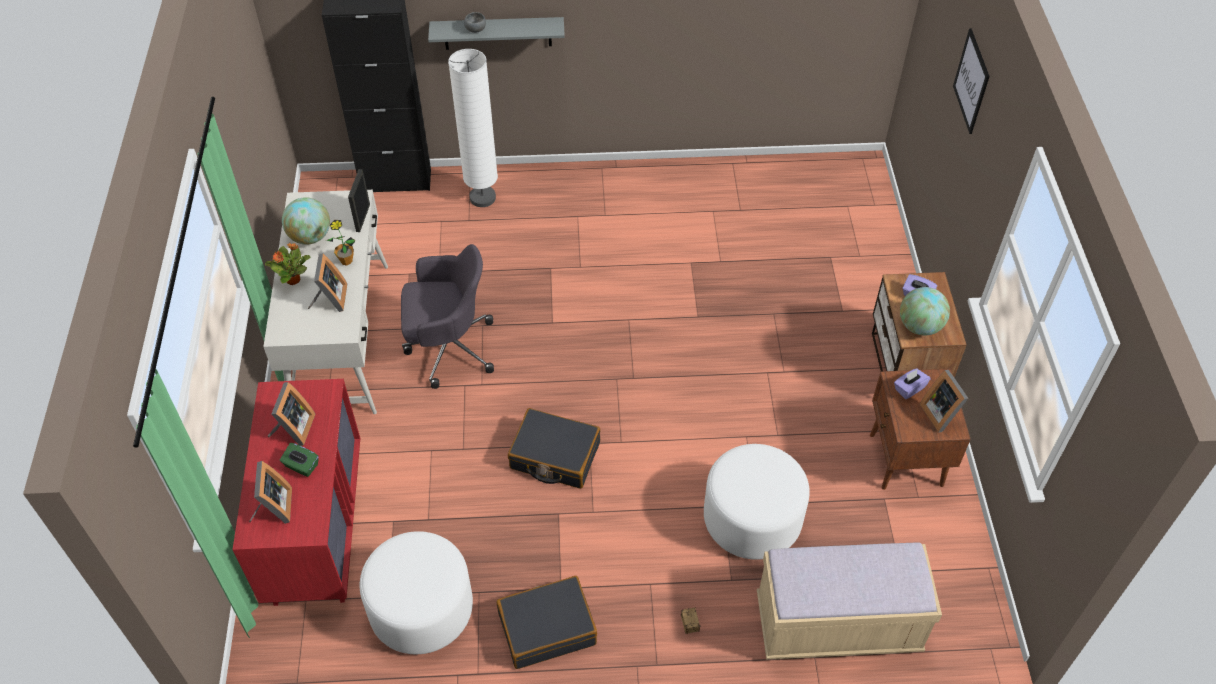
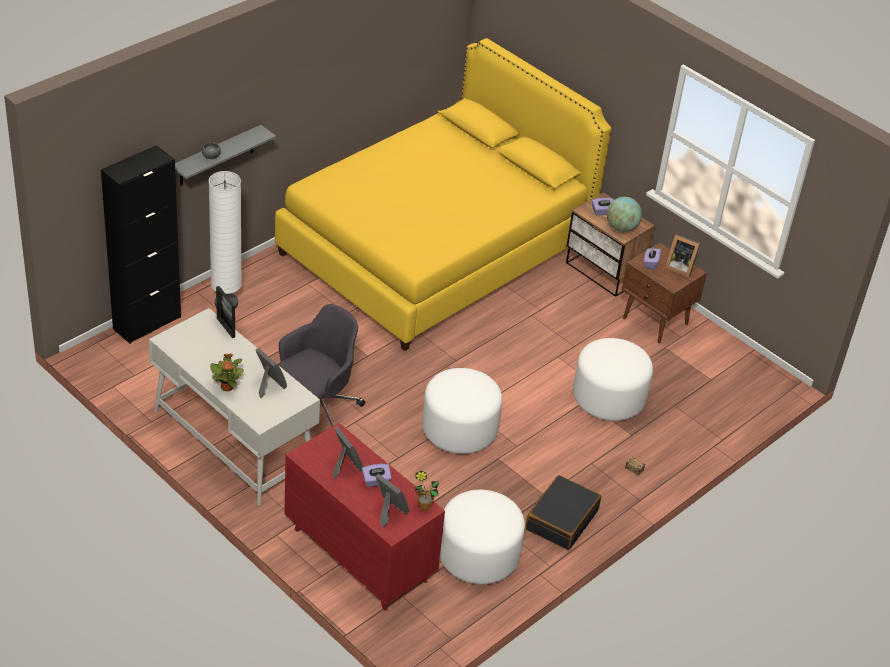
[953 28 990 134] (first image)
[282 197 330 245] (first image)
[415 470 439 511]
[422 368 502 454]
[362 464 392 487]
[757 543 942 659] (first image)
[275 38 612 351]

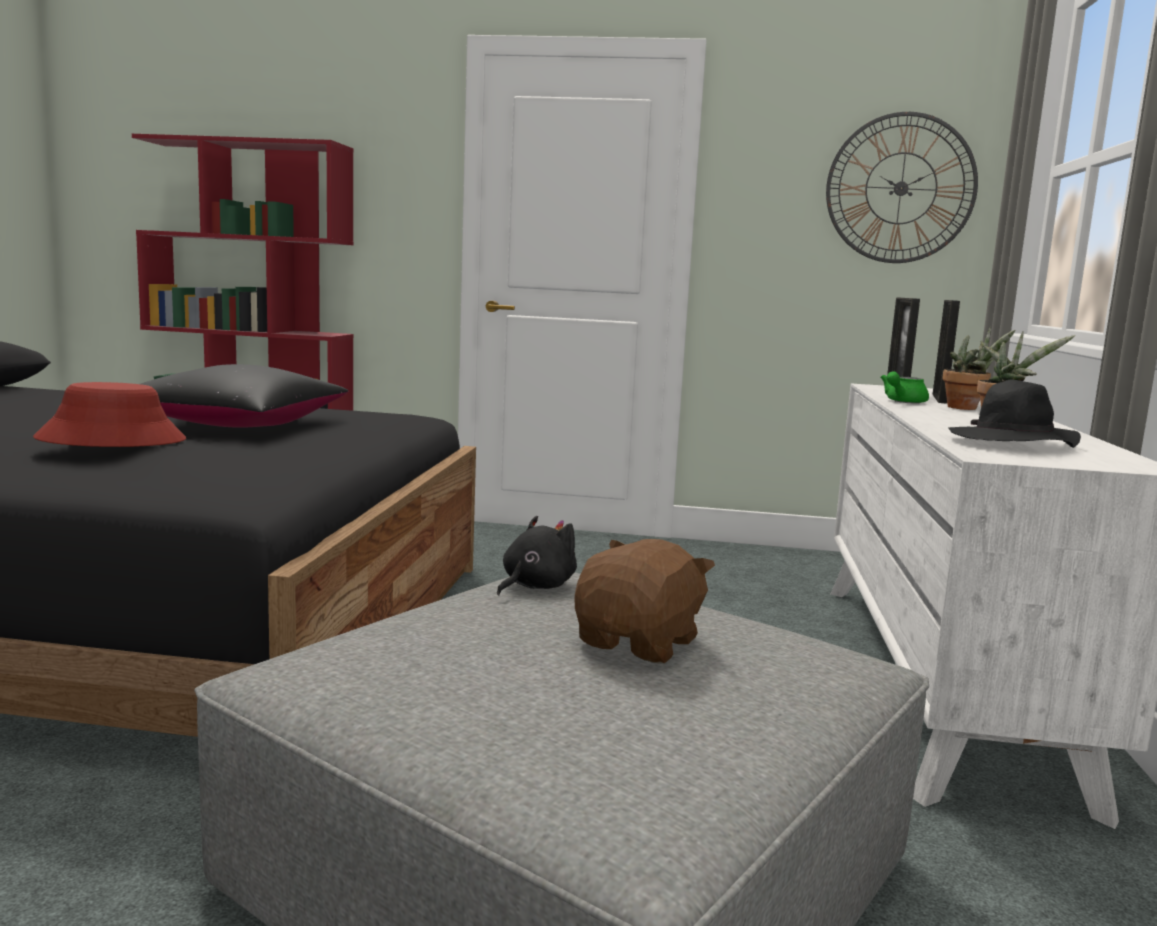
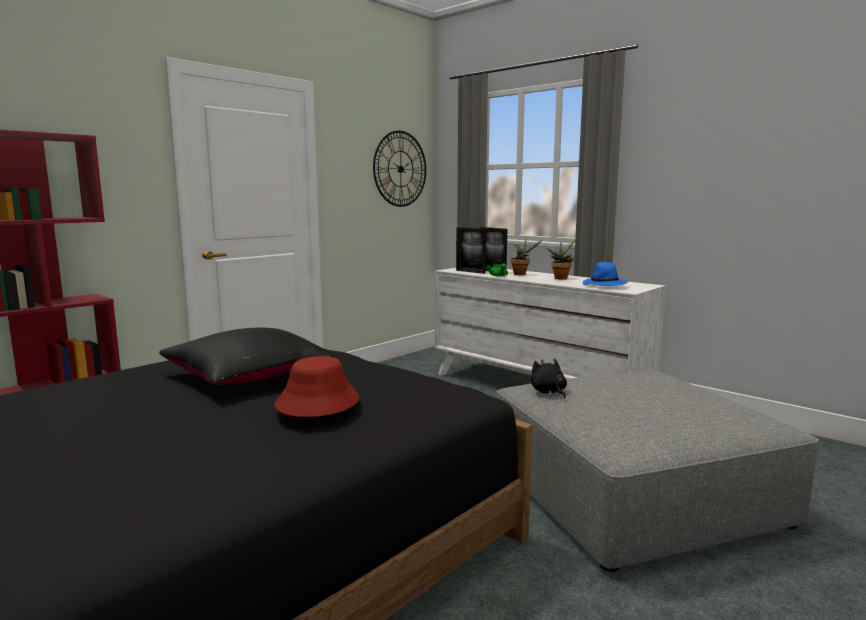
[583 262 629 286]
[575 539 715 663] (first image)

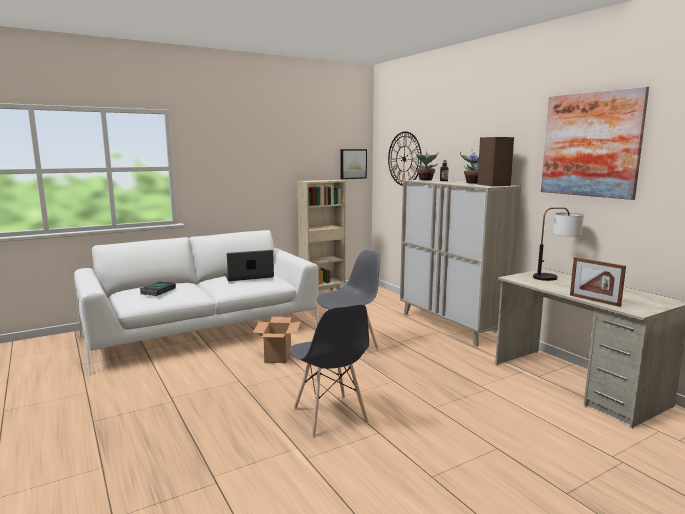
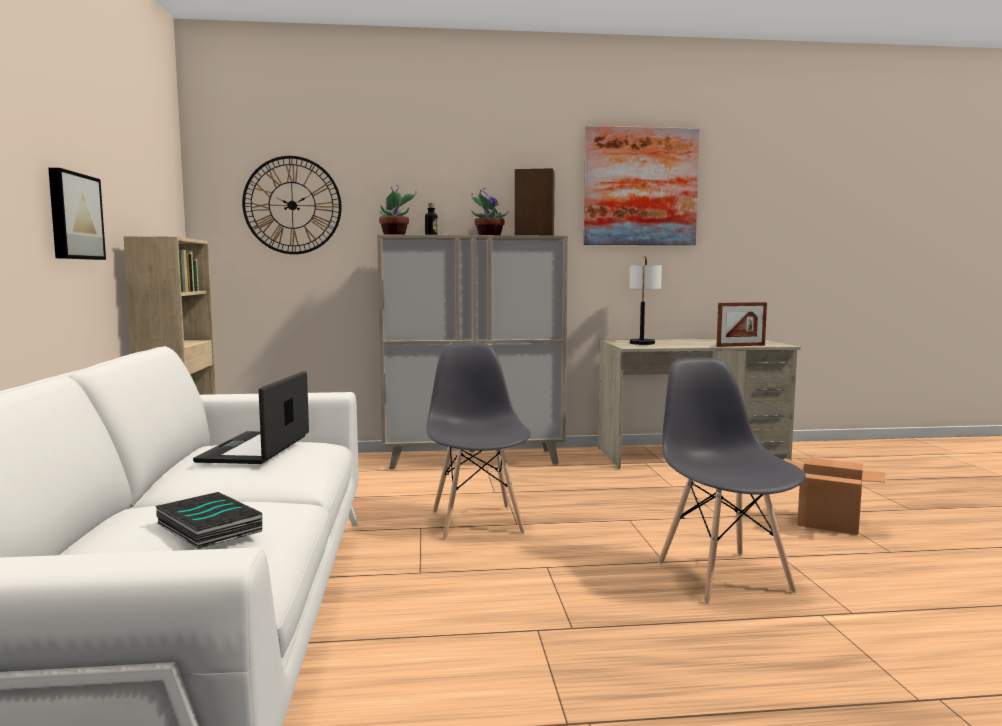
[48 168 106 260]
[658 358 806 604]
[784 457 885 535]

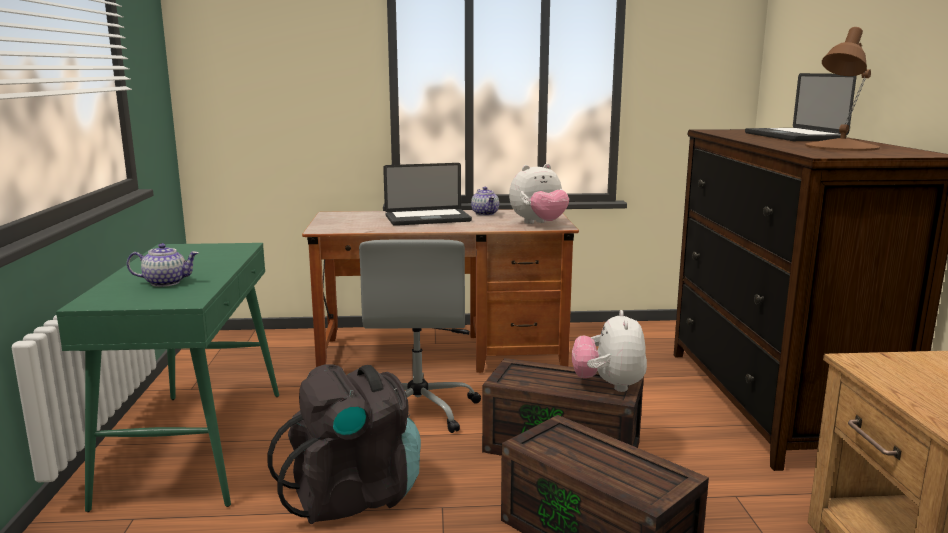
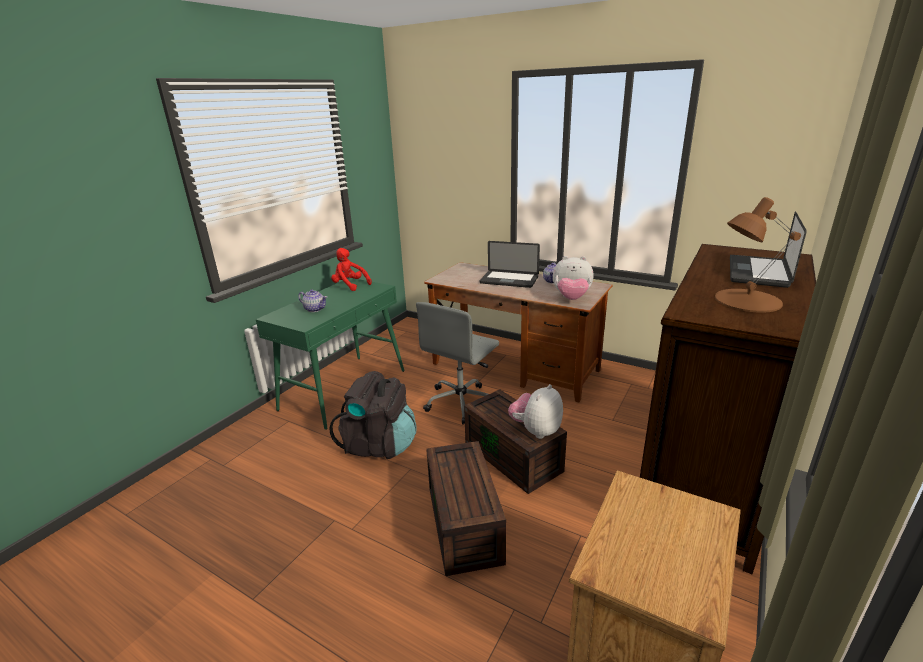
[331 248 372 291]

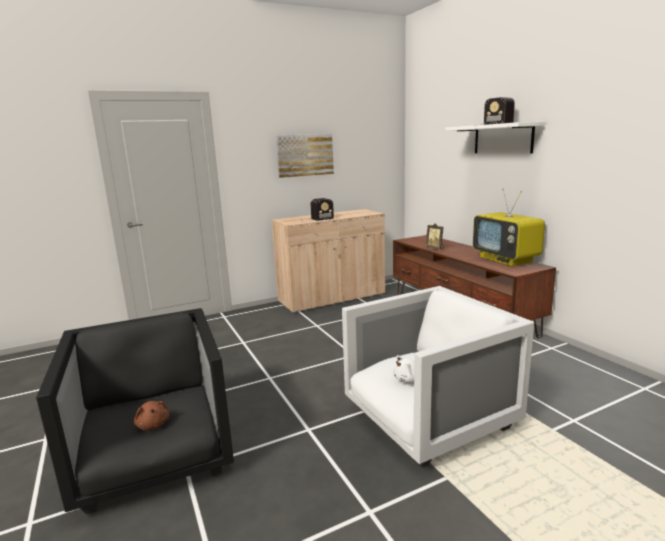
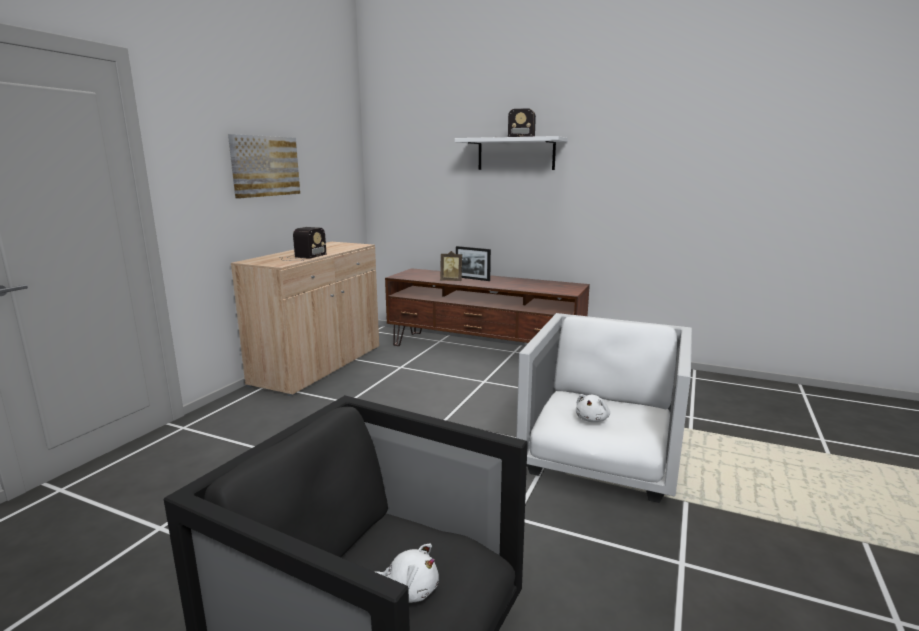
[473 189 545 266] (first image)
[374 544 439 603]
[456 246 491 281]

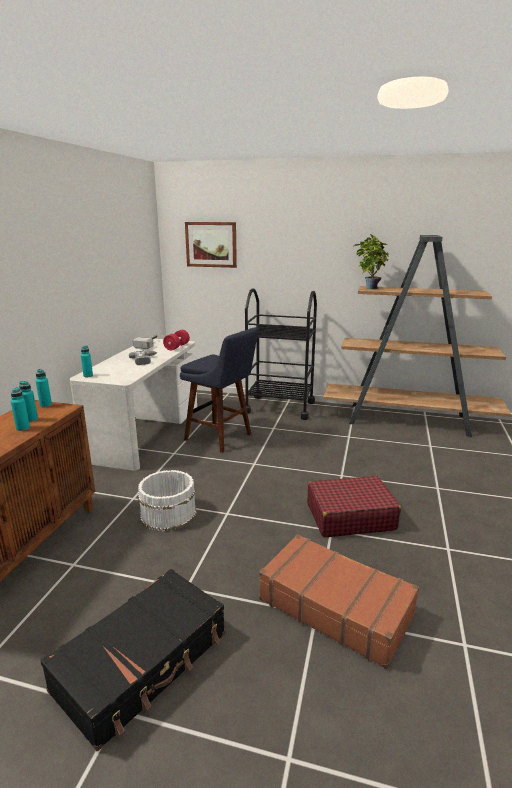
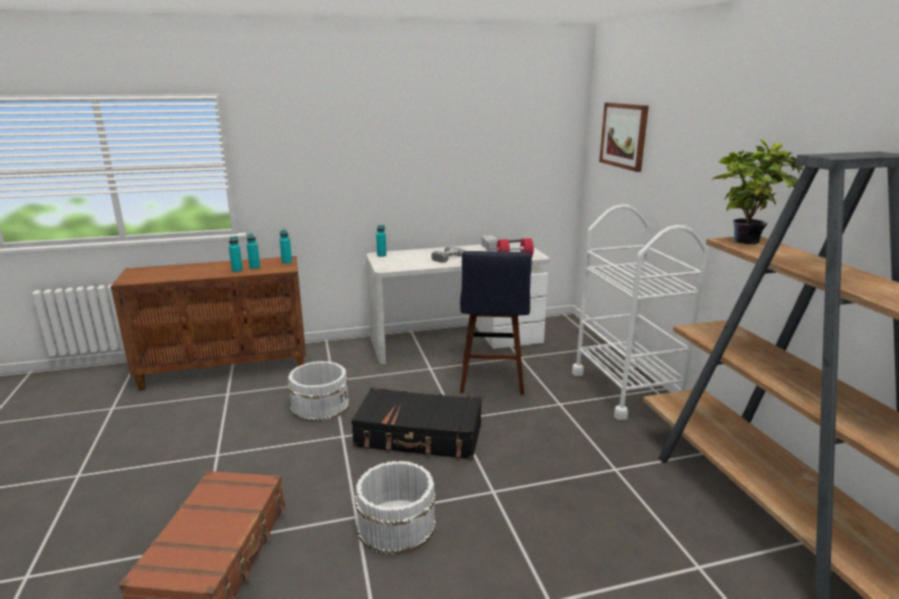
[572 204 708 420]
[355 461 436 555]
[351 387 482 460]

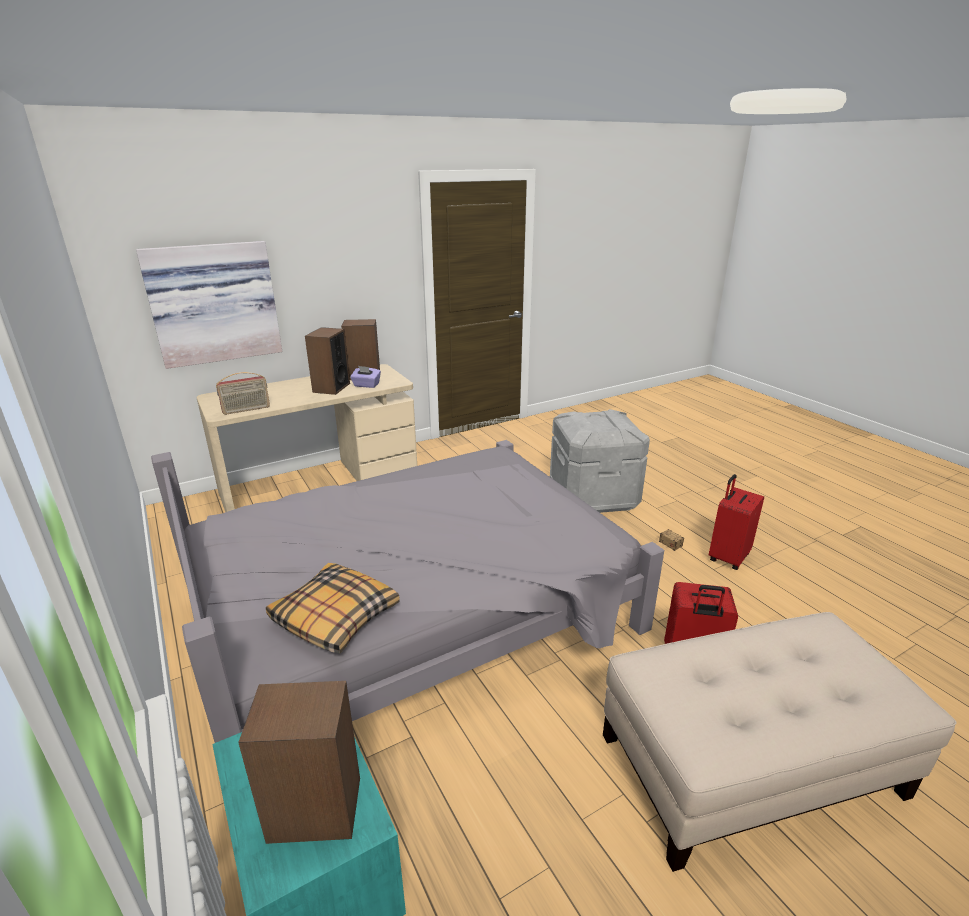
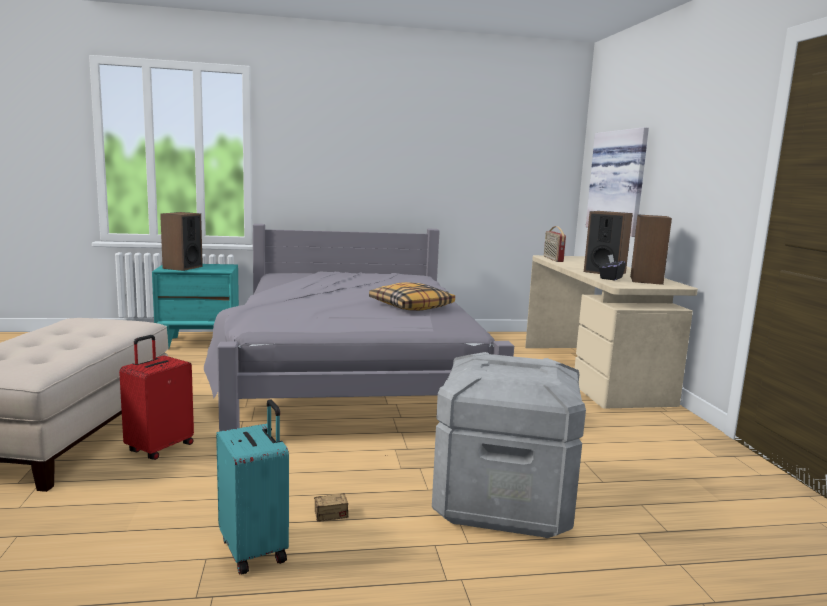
[599 254 626 280]
[216 399 289 574]
[369 282 455 311]

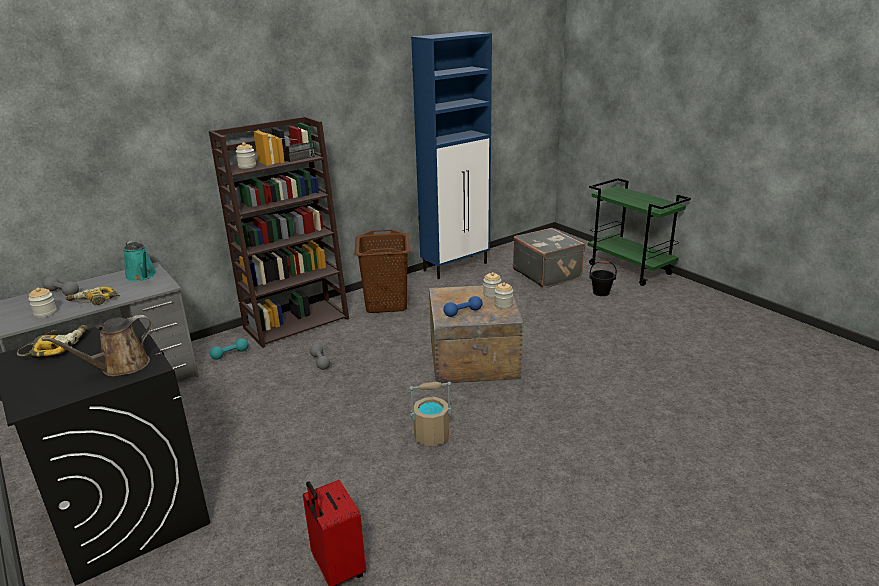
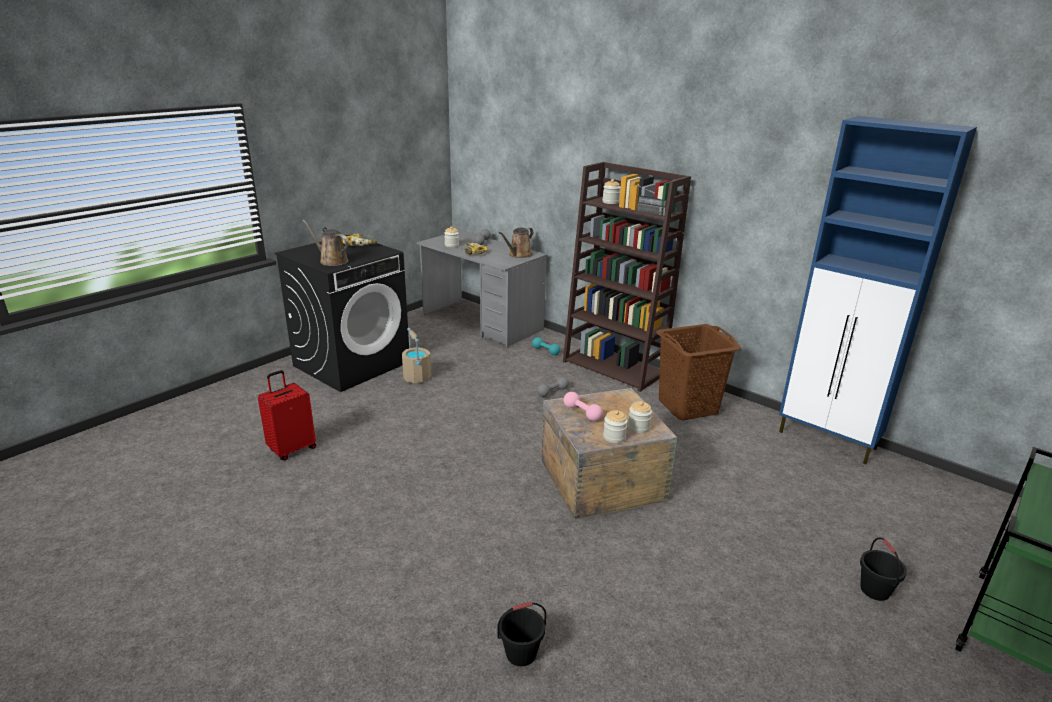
[513 228 585 288] (first image)
[499 227 533 258]
[564 392 603 421]
[402 328 432 383]
[497 602 546 666]

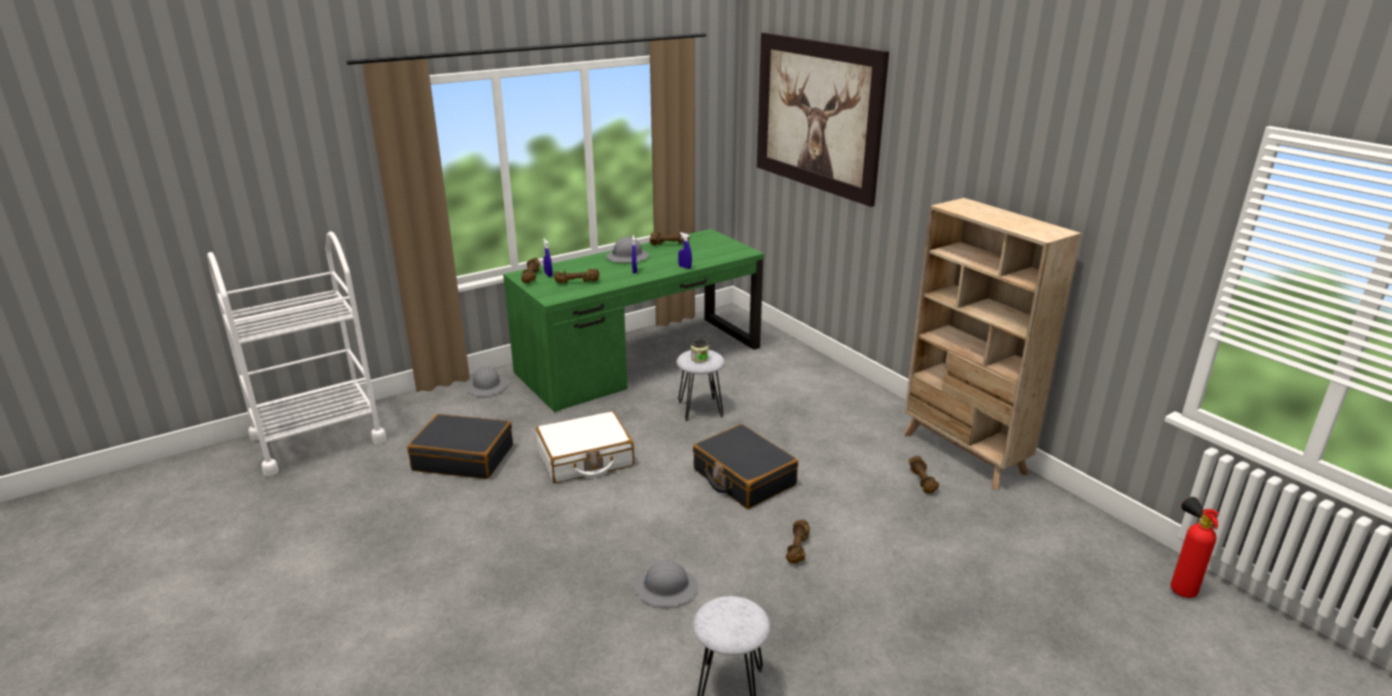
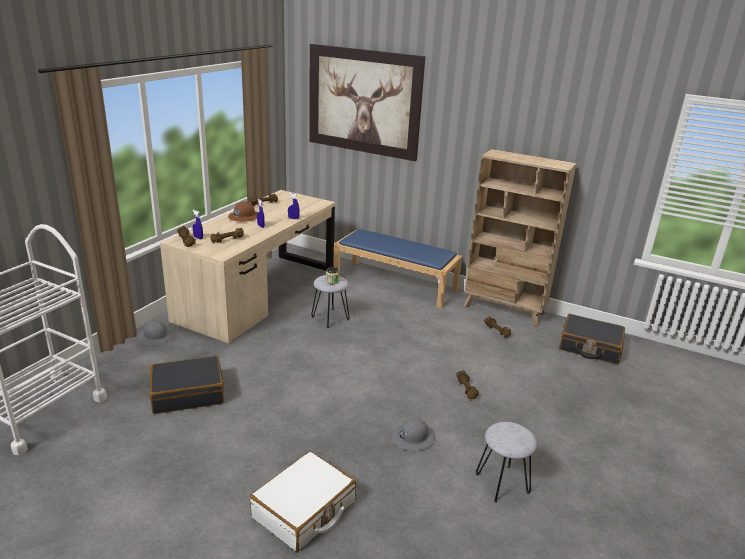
[160 190 336 343]
[228 201 258 222]
[250 451 356 552]
[559 314 625 364]
[1171 497 1219 598] (first image)
[333 229 462 308]

